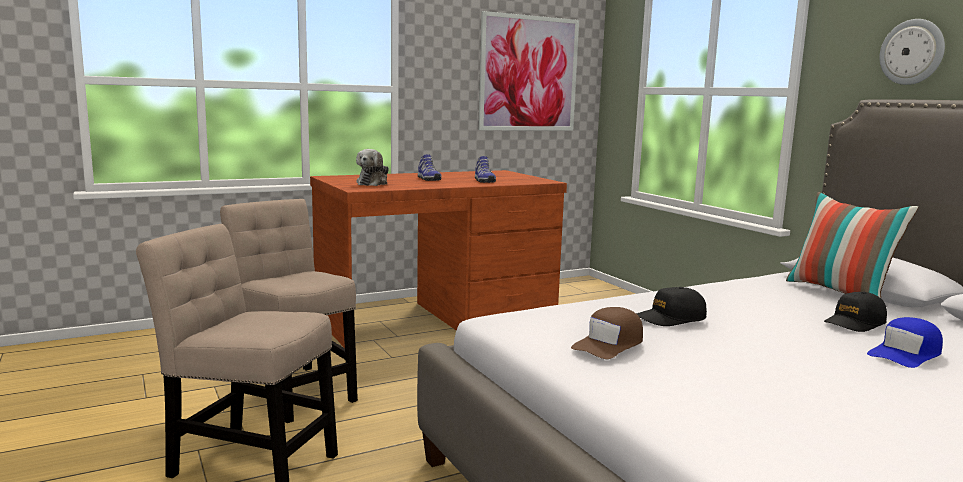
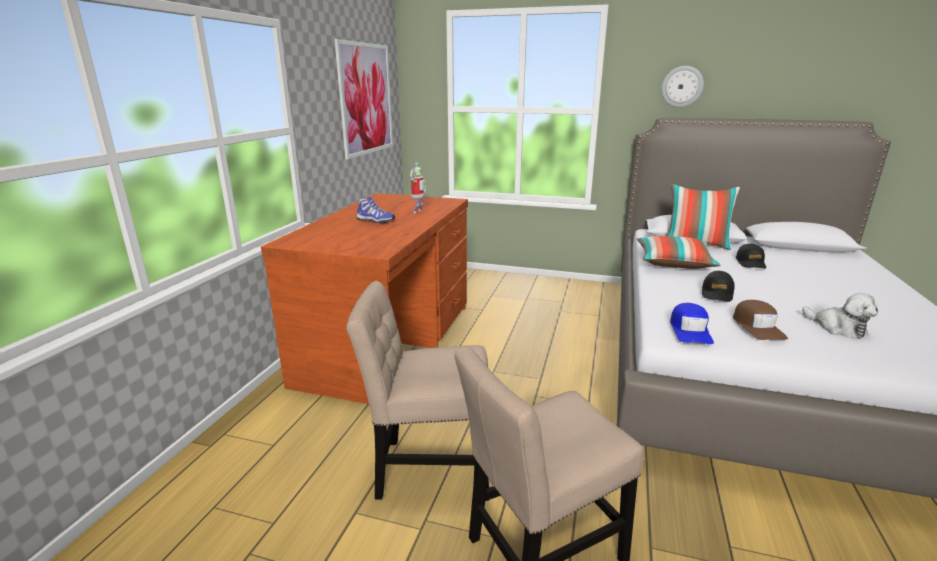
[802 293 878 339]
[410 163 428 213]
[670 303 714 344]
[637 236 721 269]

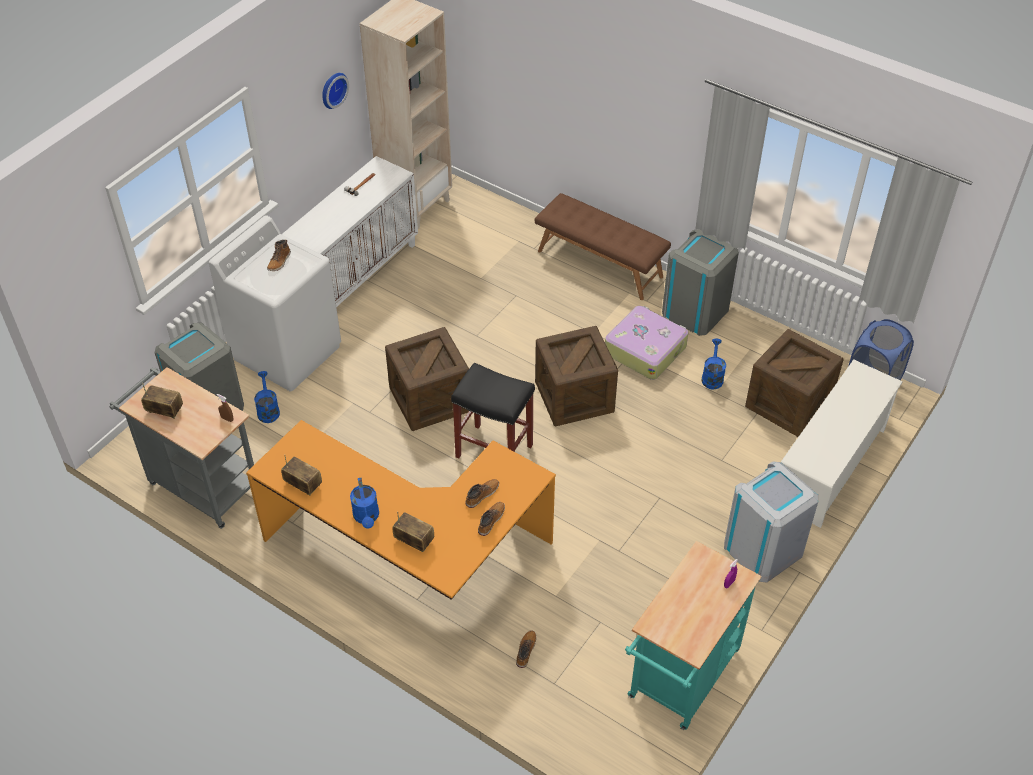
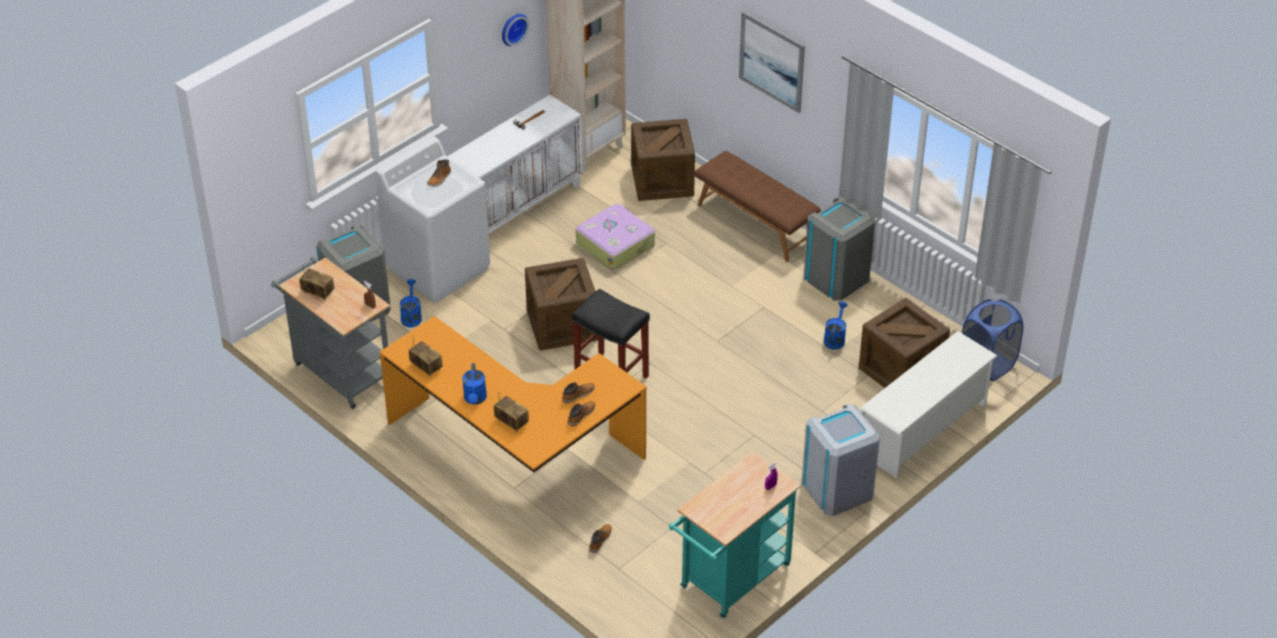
[576 204 655 270]
[631 119 695 201]
[739 11 805 113]

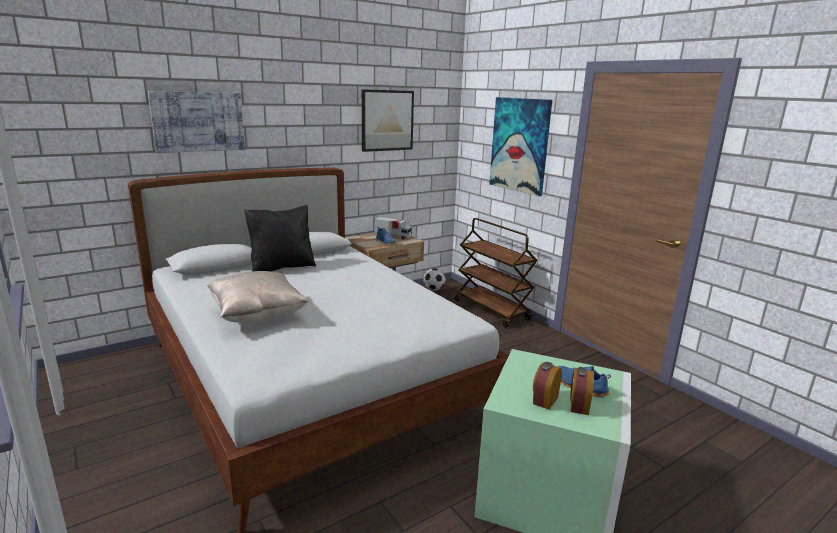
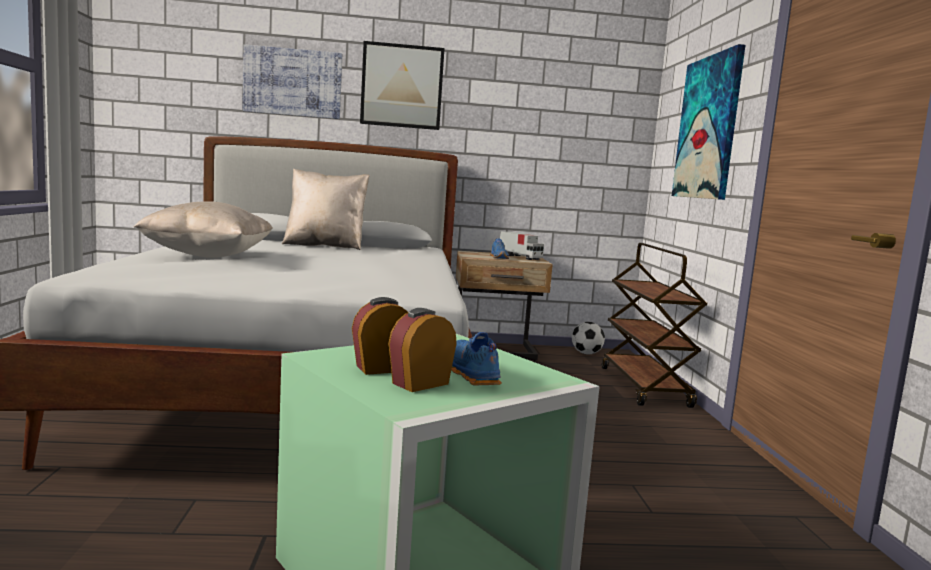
[360 41 445 130]
[282 169 370 250]

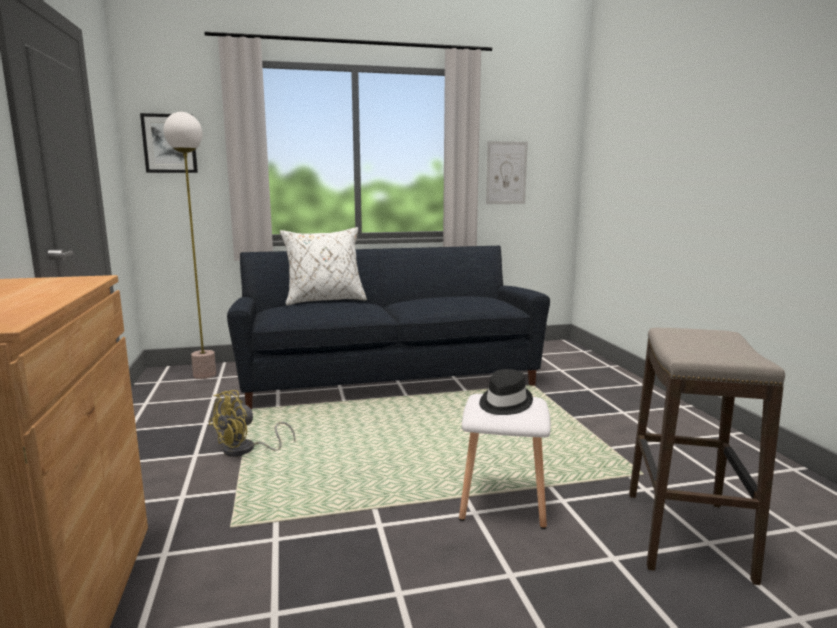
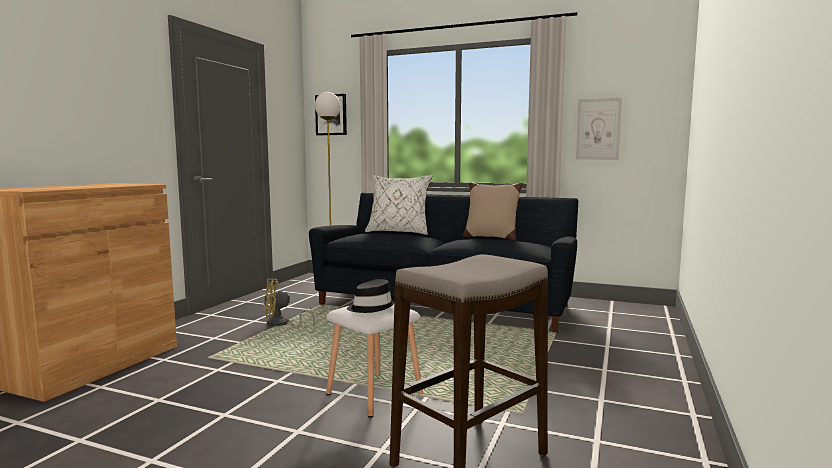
[463 182 523 241]

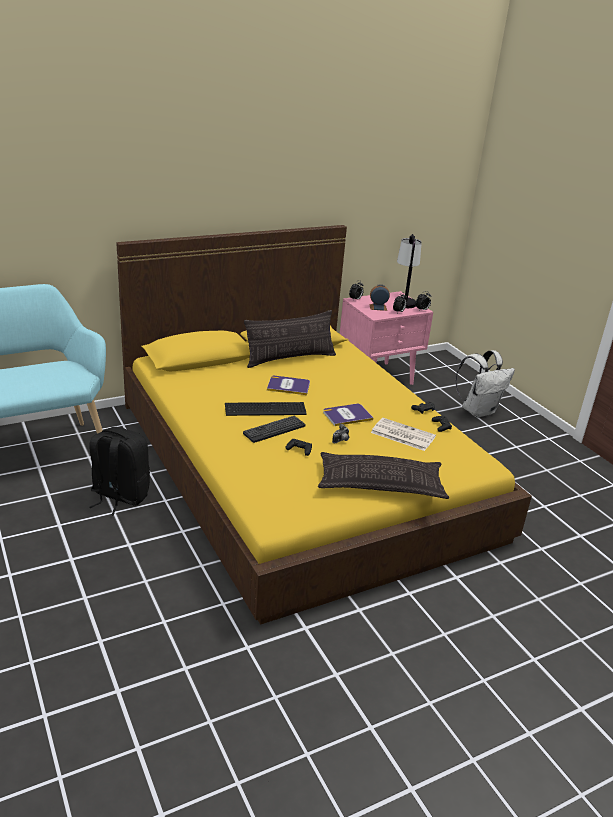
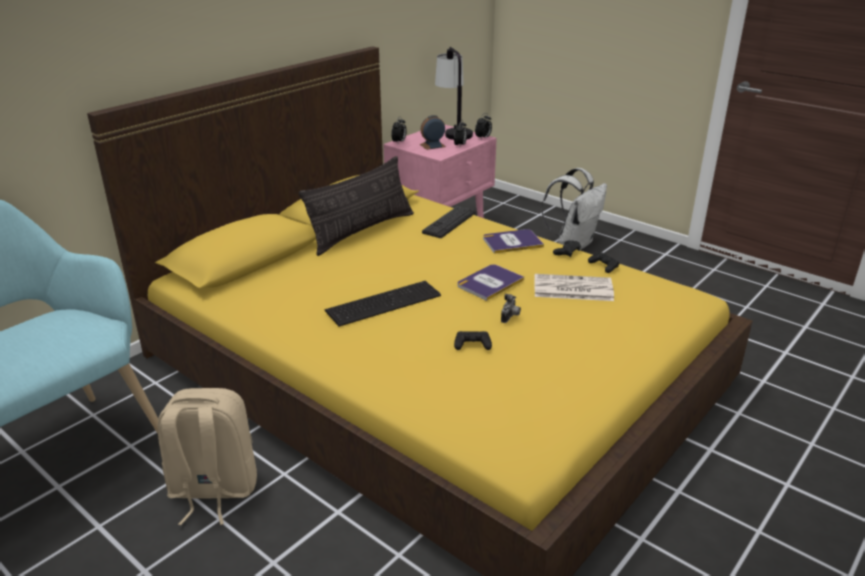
[483 229 544 254]
[422 206 475 238]
[157 388 257 525]
[318 452 449 499] (first image)

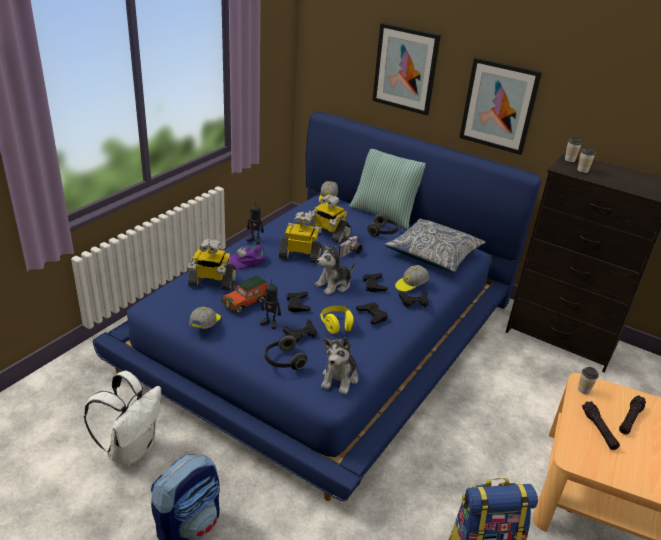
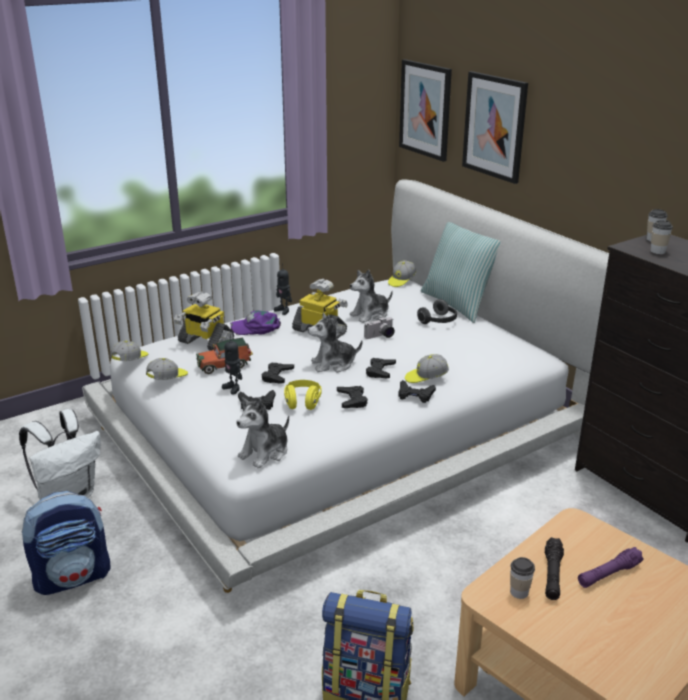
[399 59 452 162]
[82 179 609 593]
[350 269 393 323]
[385 219 486 273] (first image)
[265 335 308 370] (first image)
[510 557 535 599]
[578 547 644 588]
[110 341 148 361]

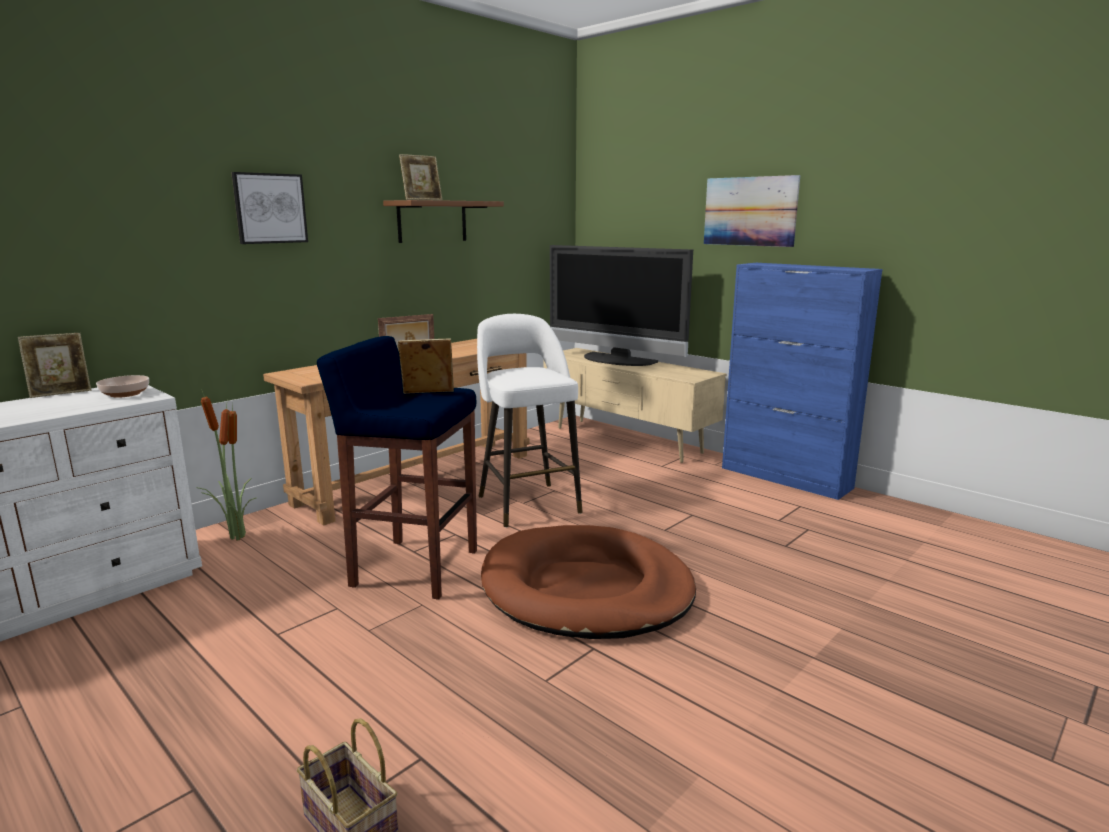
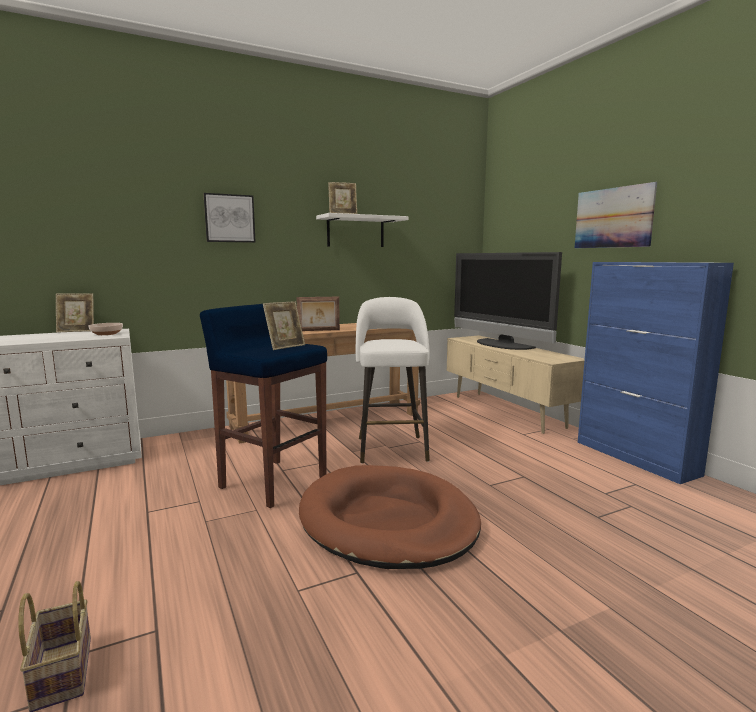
[316 213 408 247]
[263 301 305 350]
[196 389 257 541] (first image)

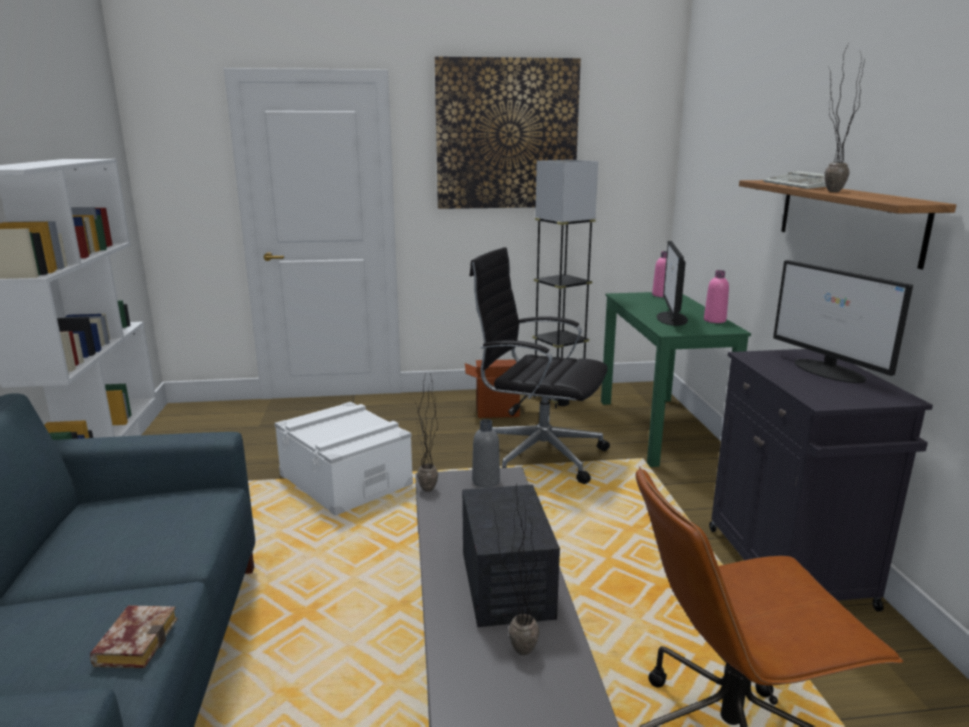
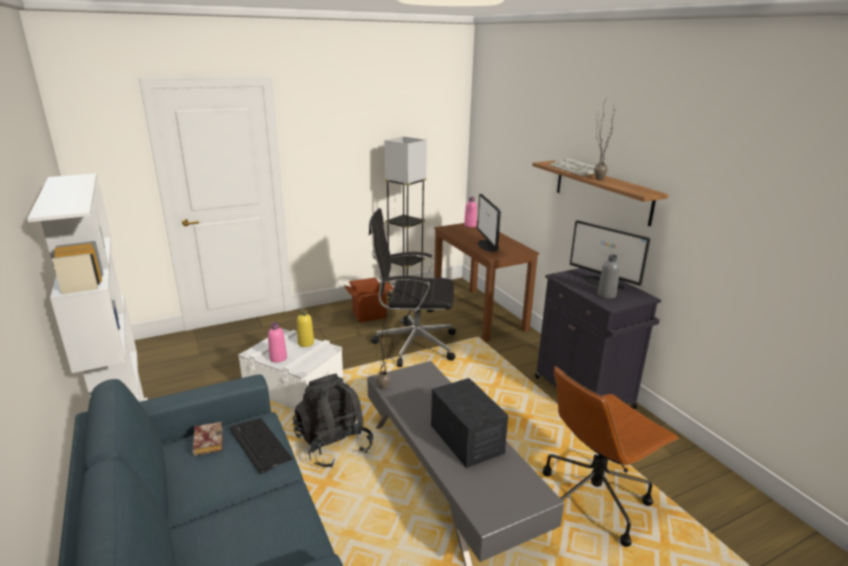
[435 56 581 209] (first image)
[268 322 287 363]
[434 221 539 342]
[597 254 620 299]
[493 484 545 655] (first image)
[193 422 223 456]
[297 308 314 347]
[293 374 373 468]
[230 418 293 474]

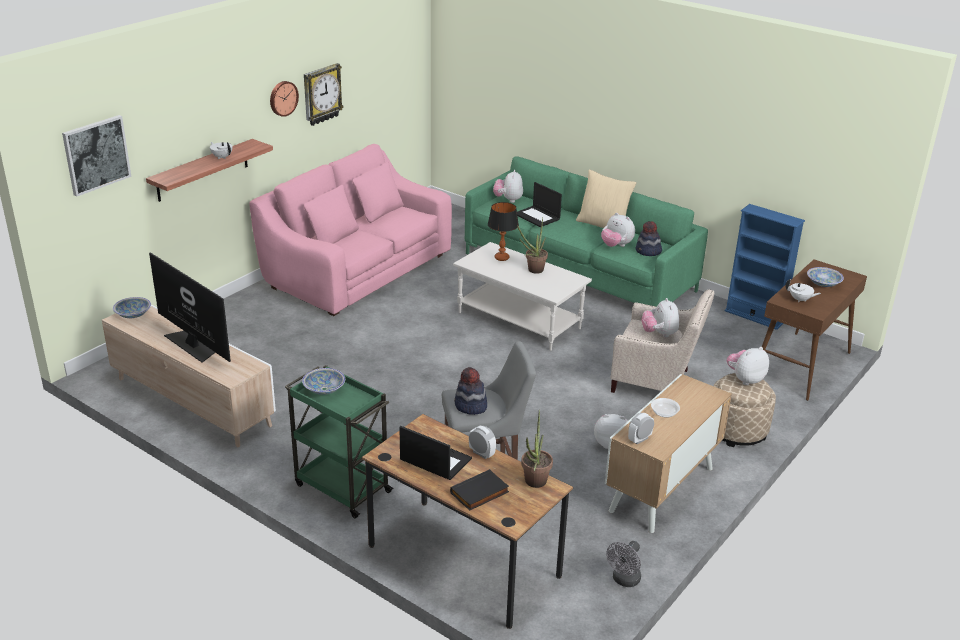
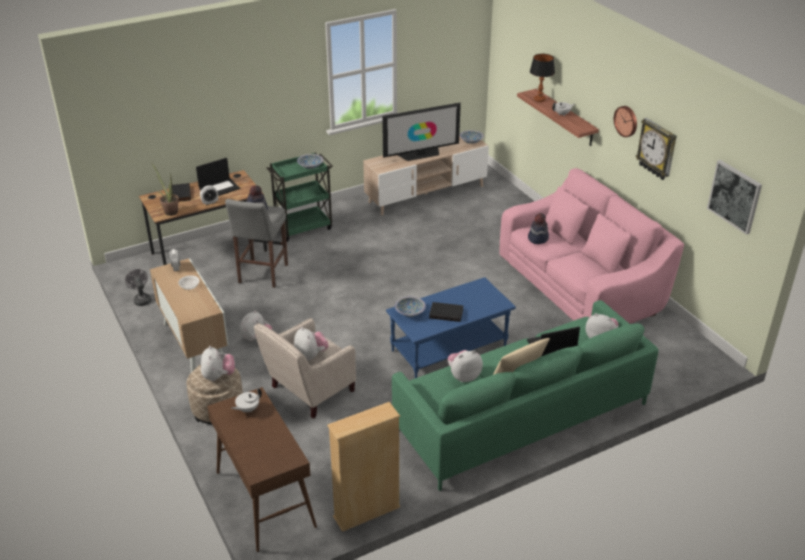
[707 160 762 235]
[530 54 555 102]
[327 402 400 532]
[429 302 463 322]
[528 213 549 244]
[386 277 516 378]
[395 296 426 317]
[294 327 329 361]

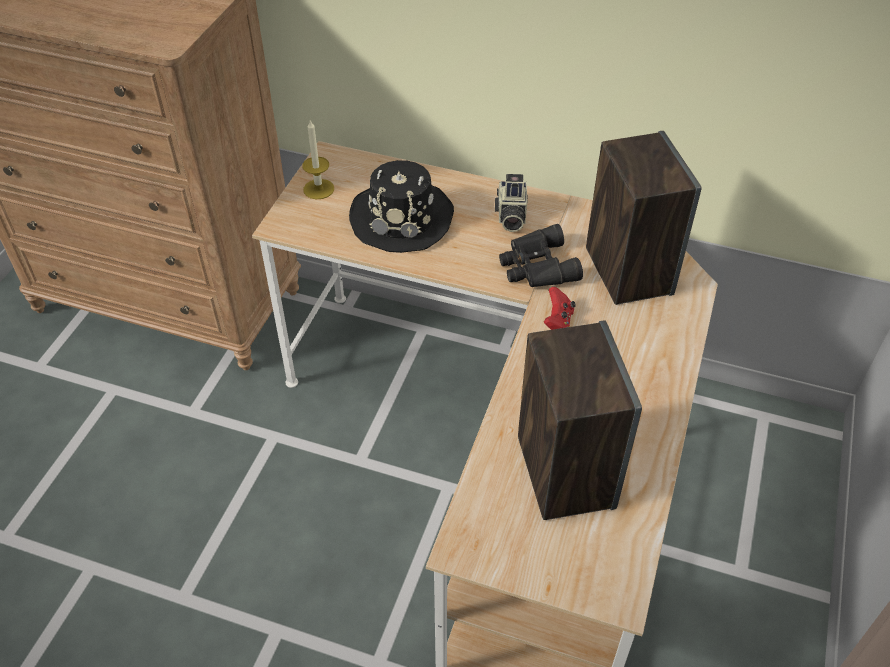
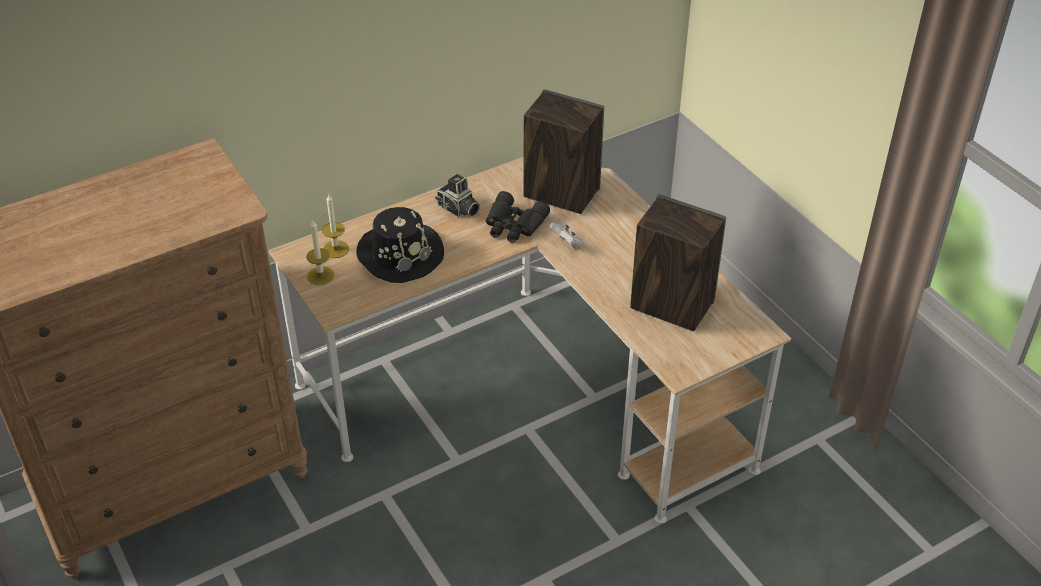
[549 223 583 248]
[322 194 349 258]

